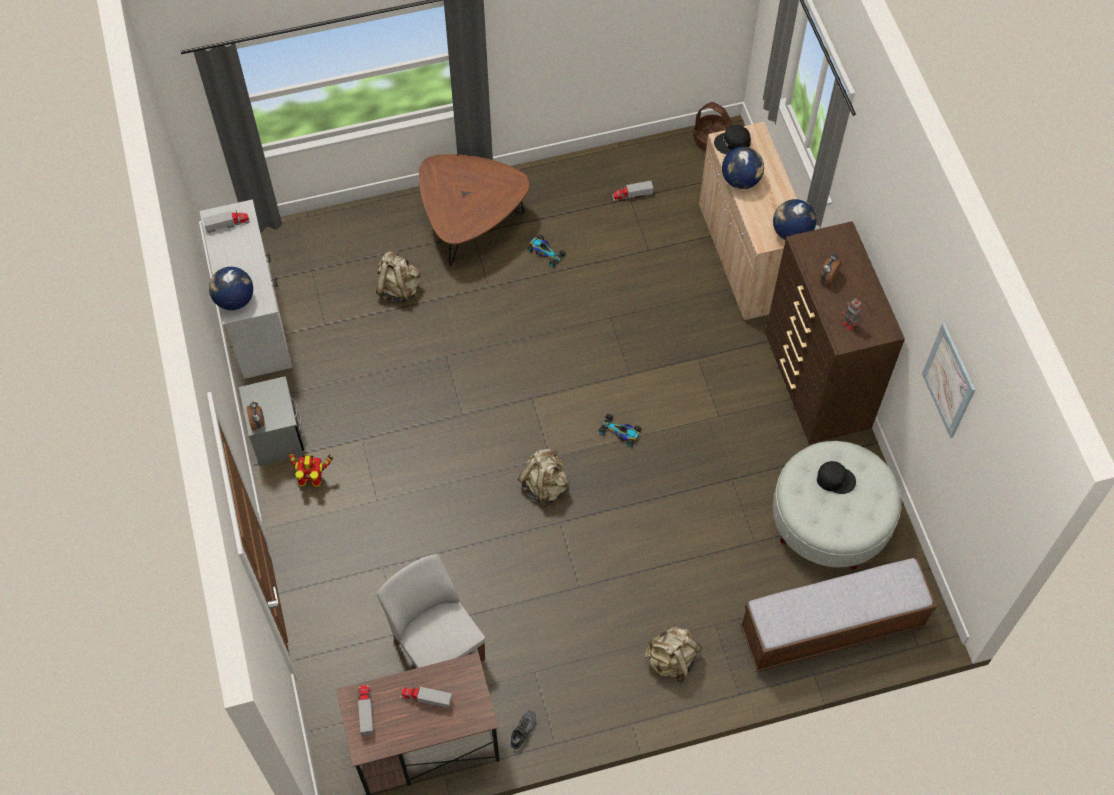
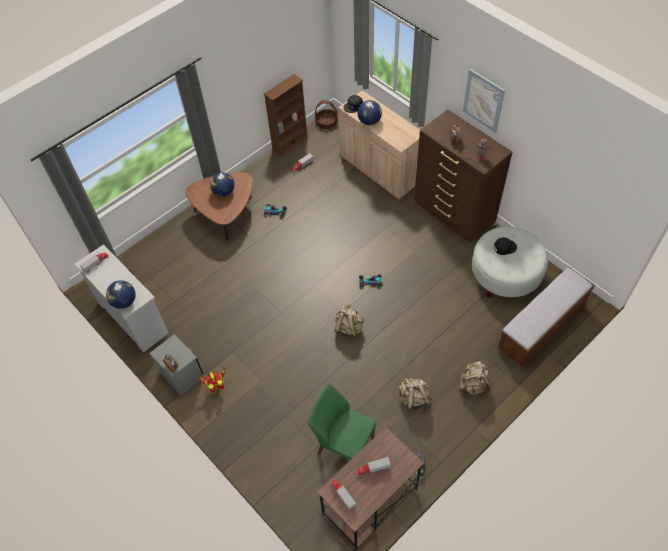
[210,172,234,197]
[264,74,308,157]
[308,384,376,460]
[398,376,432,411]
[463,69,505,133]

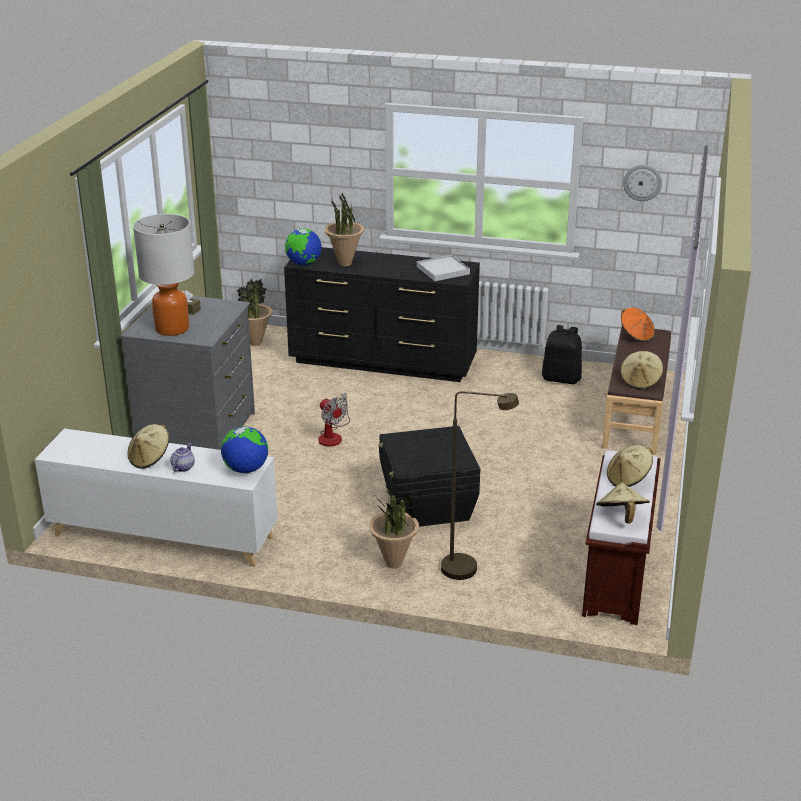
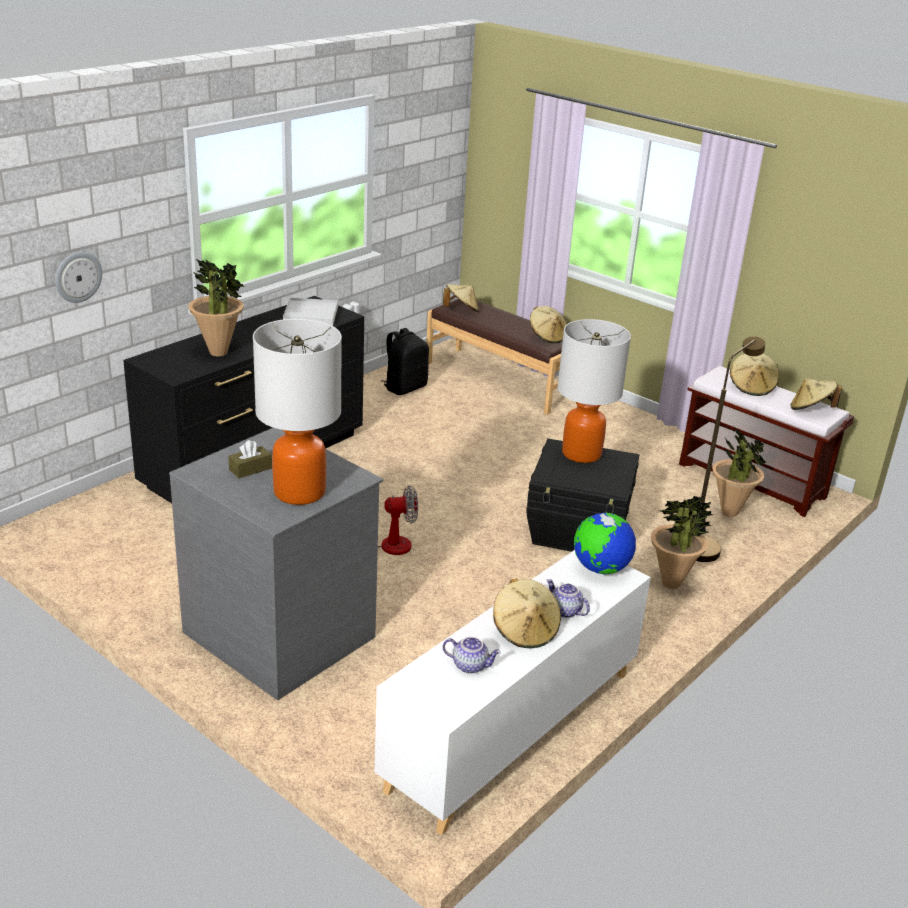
[55,252,102,303]
[443,284,479,312]
[443,637,501,674]
[557,319,631,463]
[712,427,766,517]
[285,228,321,265] (first image)

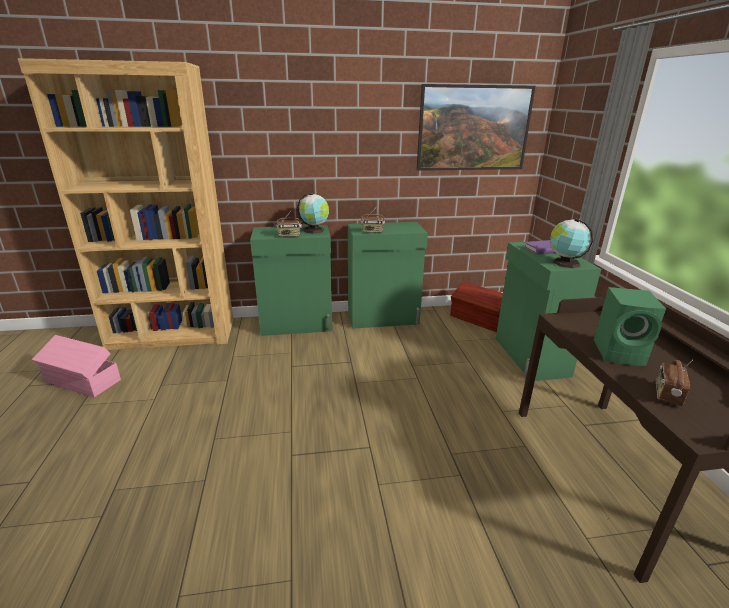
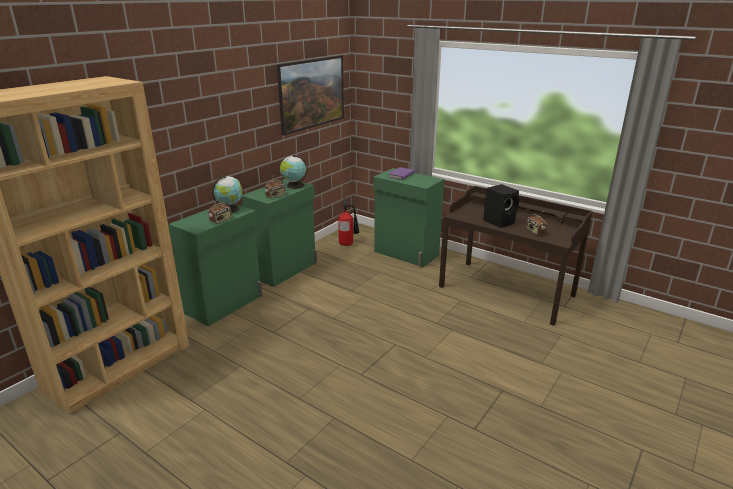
[280,155,308,189]
[338,198,360,246]
[483,184,519,228]
[32,335,121,397] (first image)

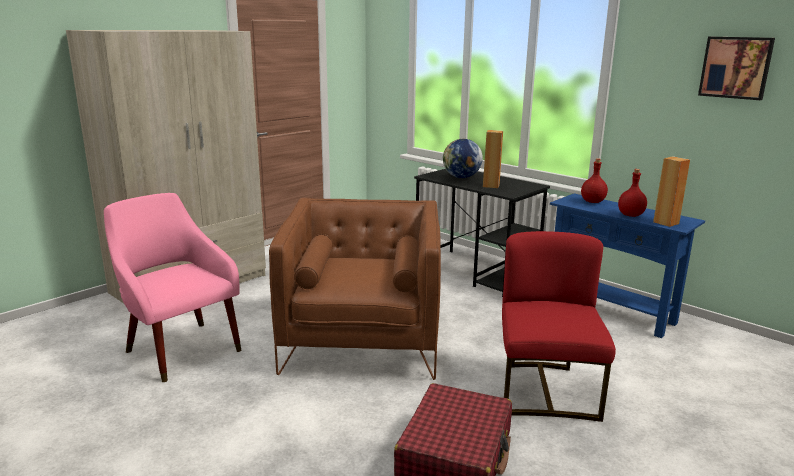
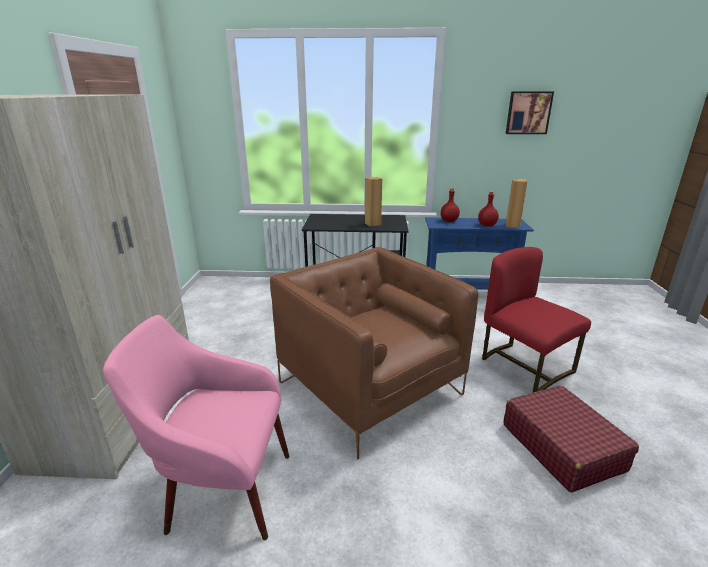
[443,139,483,178] (first image)

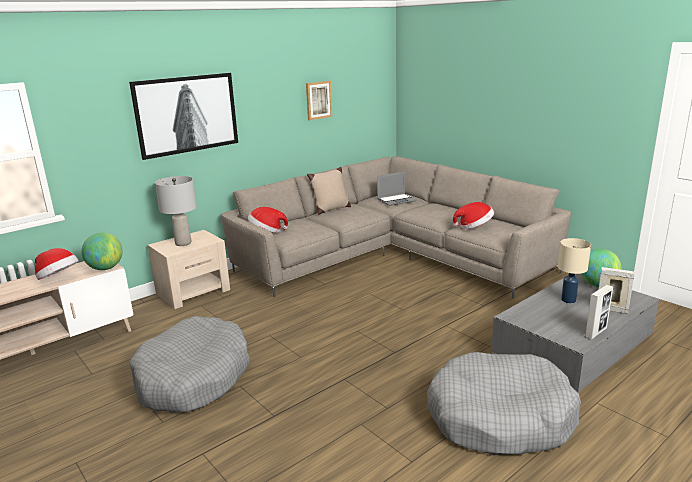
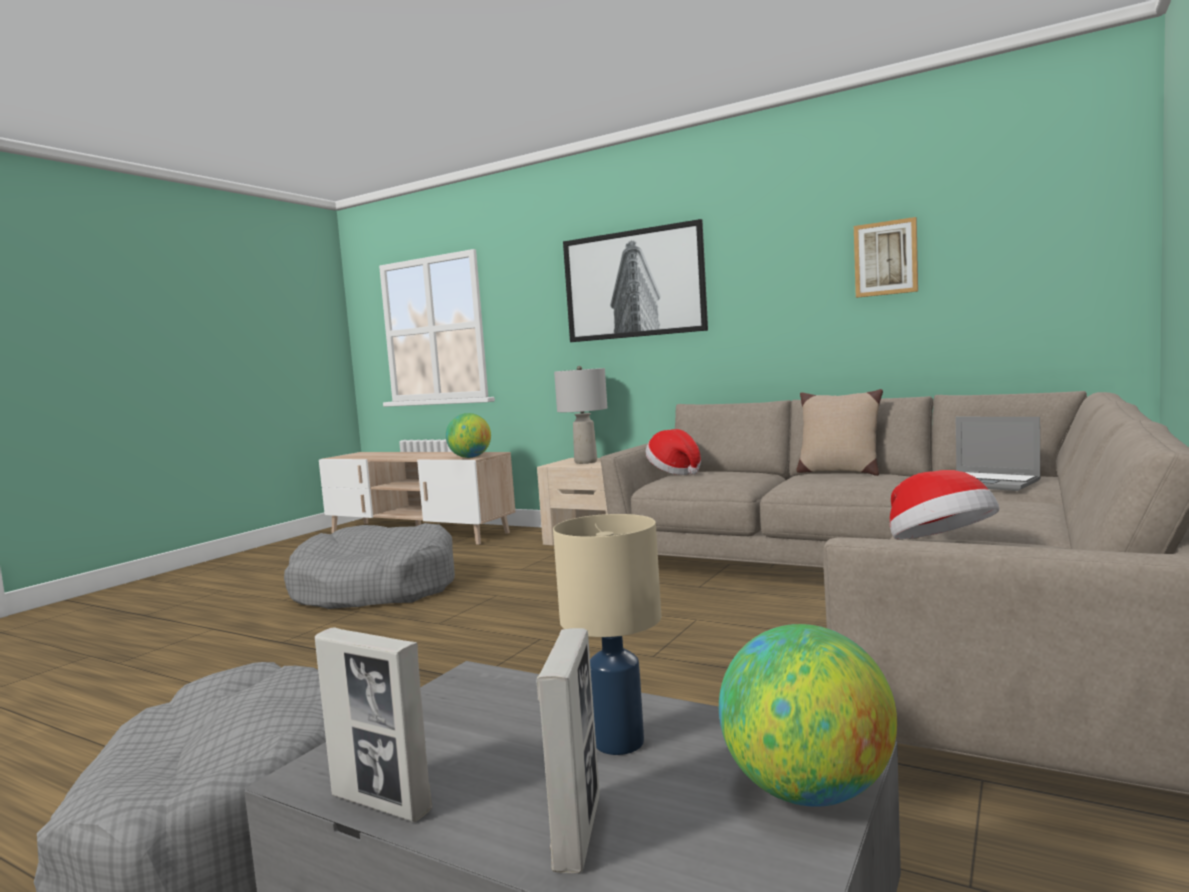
[35,248,79,280] (first image)

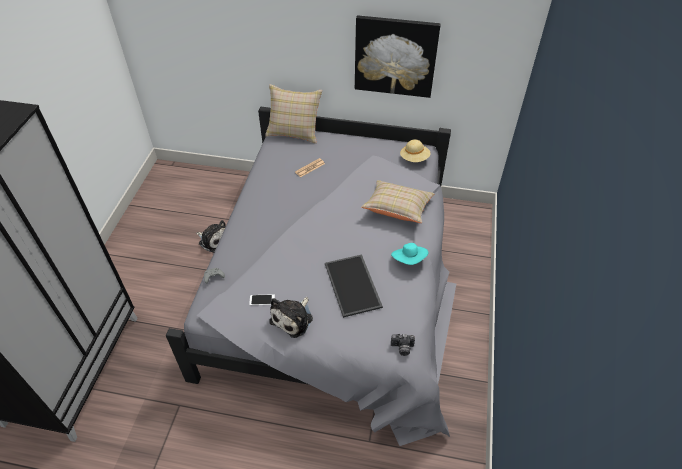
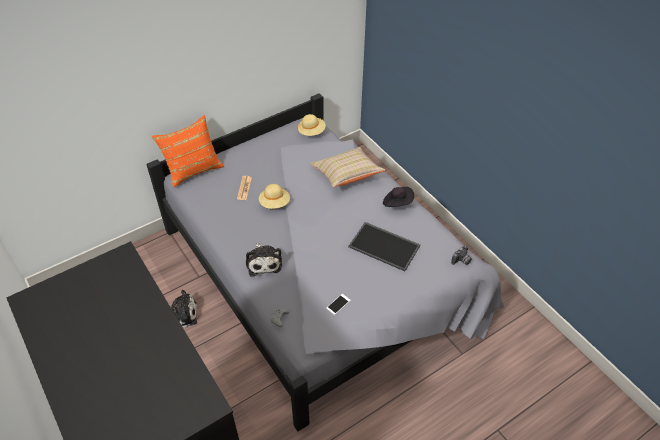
[152,115,224,187]
[246,243,282,277]
[259,184,290,209]
[383,187,414,207]
[355,15,441,98] (first image)

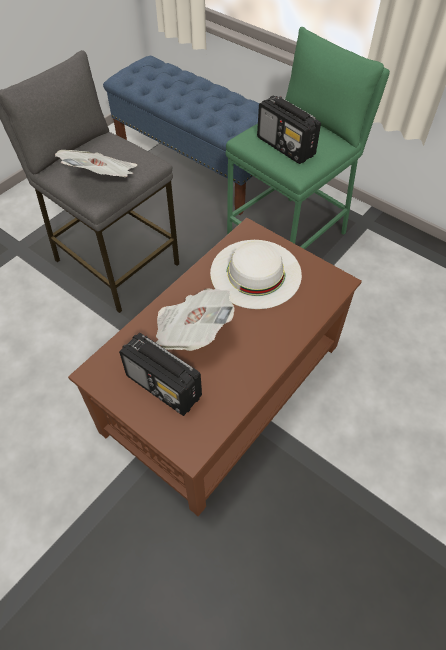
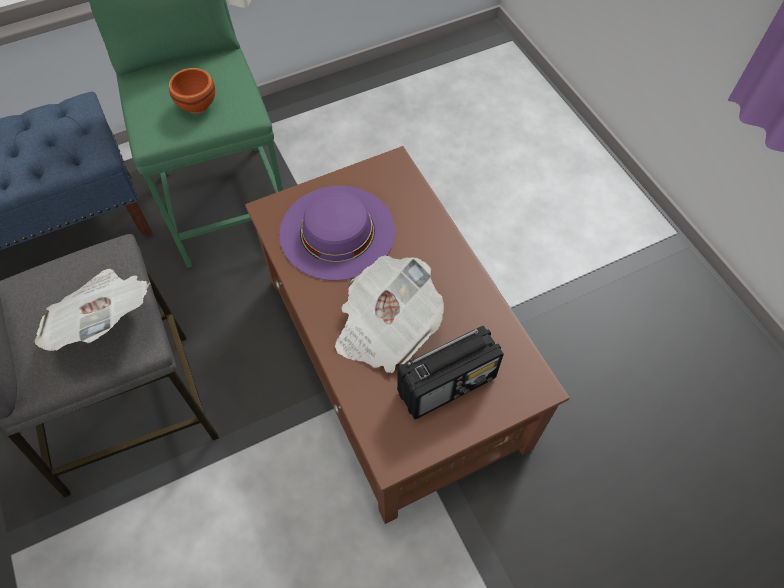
[169,68,215,114]
[279,186,395,281]

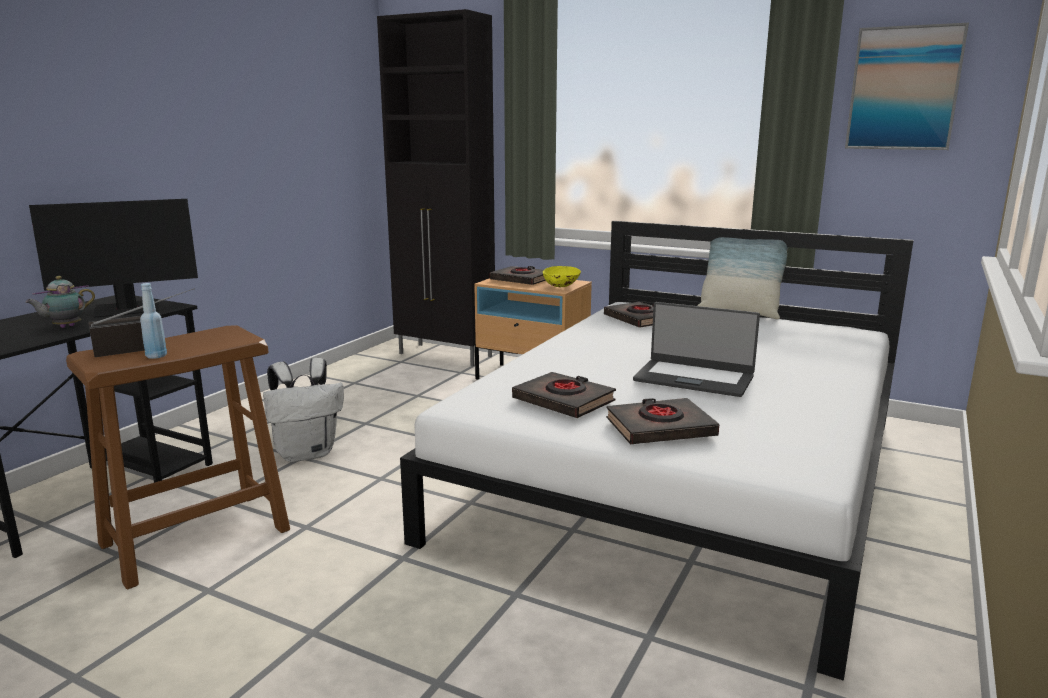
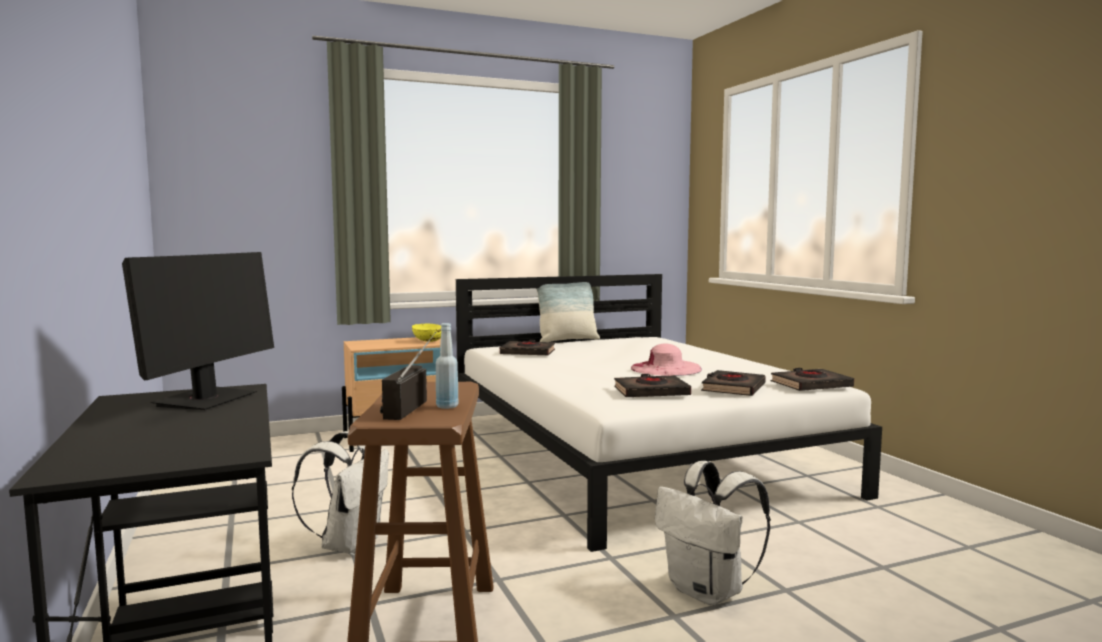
[631,343,702,376]
[655,461,771,606]
[770,368,854,391]
[25,276,95,328] (first image)
[377,9,495,366] (first image)
[845,23,969,150] (first image)

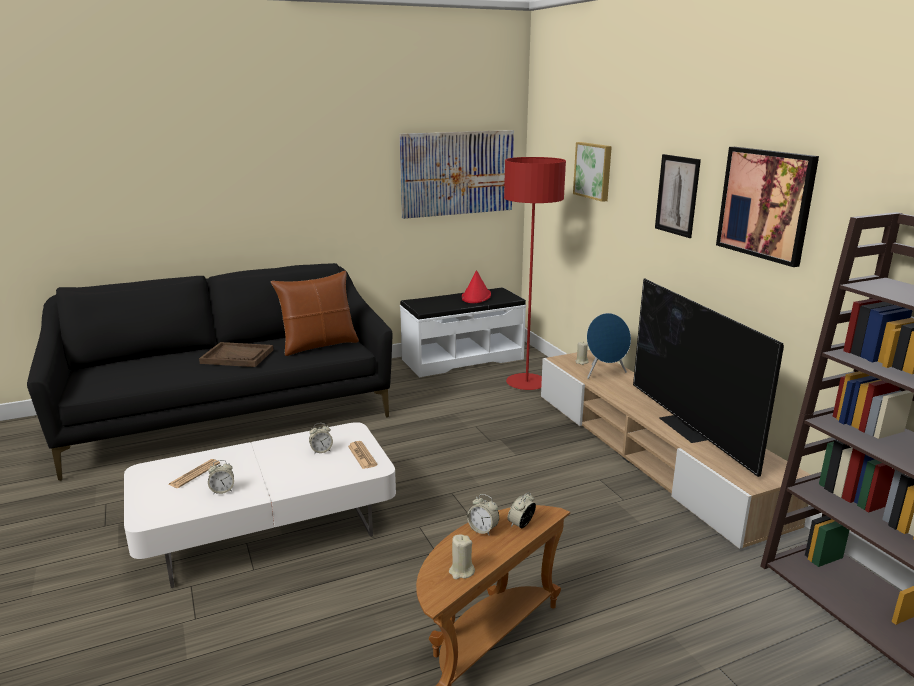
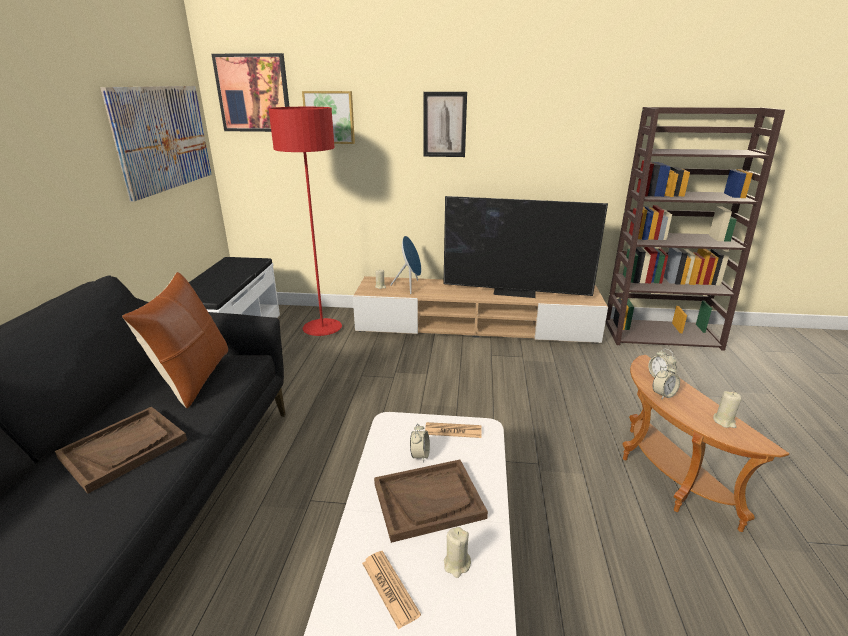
[211,53,289,132]
[374,460,488,543]
[444,527,471,578]
[462,270,491,303] (first image)

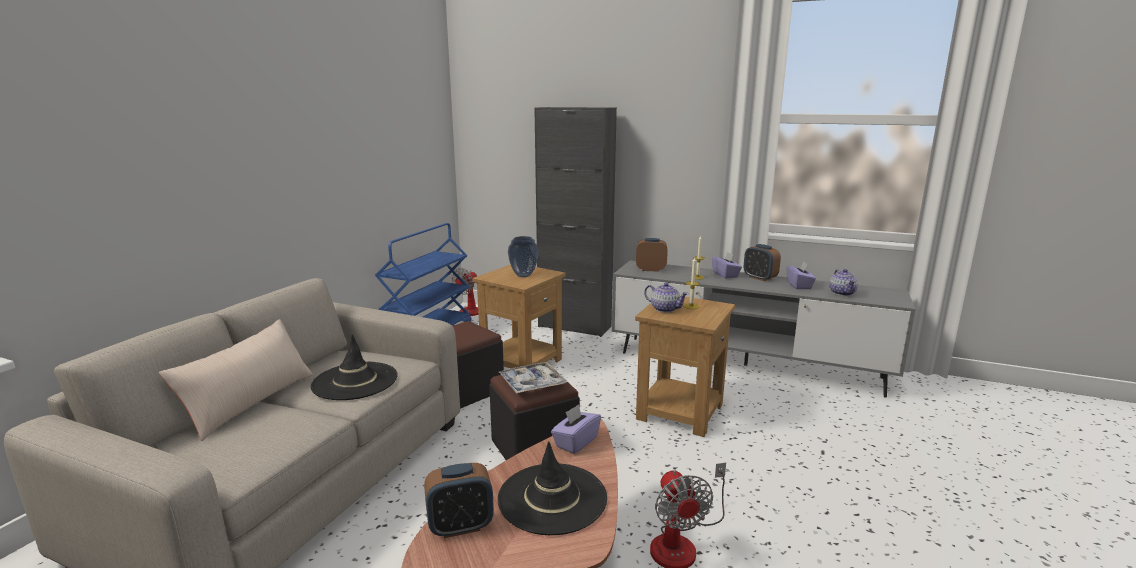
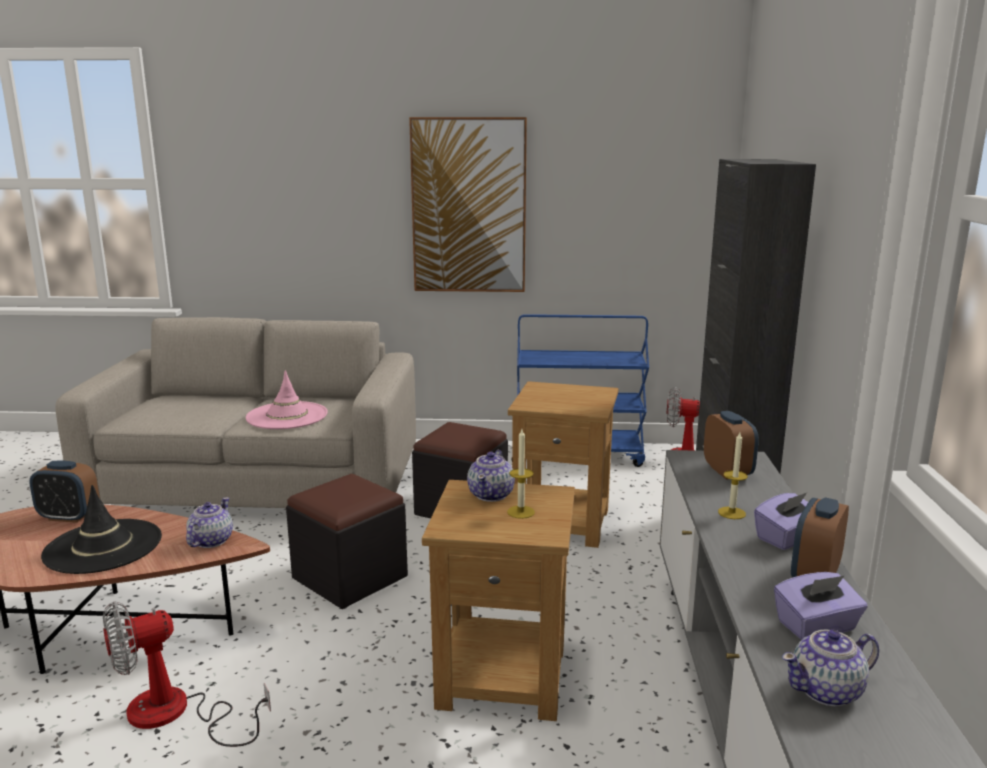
[29,461,99,523]
[186,497,233,548]
[246,370,328,429]
[409,117,527,292]
[159,319,313,441] (first image)
[499,362,567,394] (first image)
[508,236,539,277] (first image)

